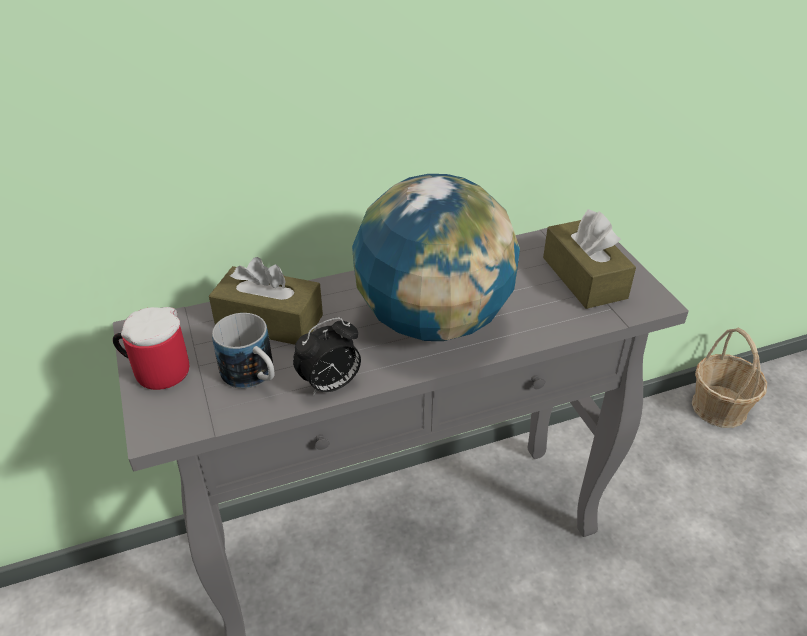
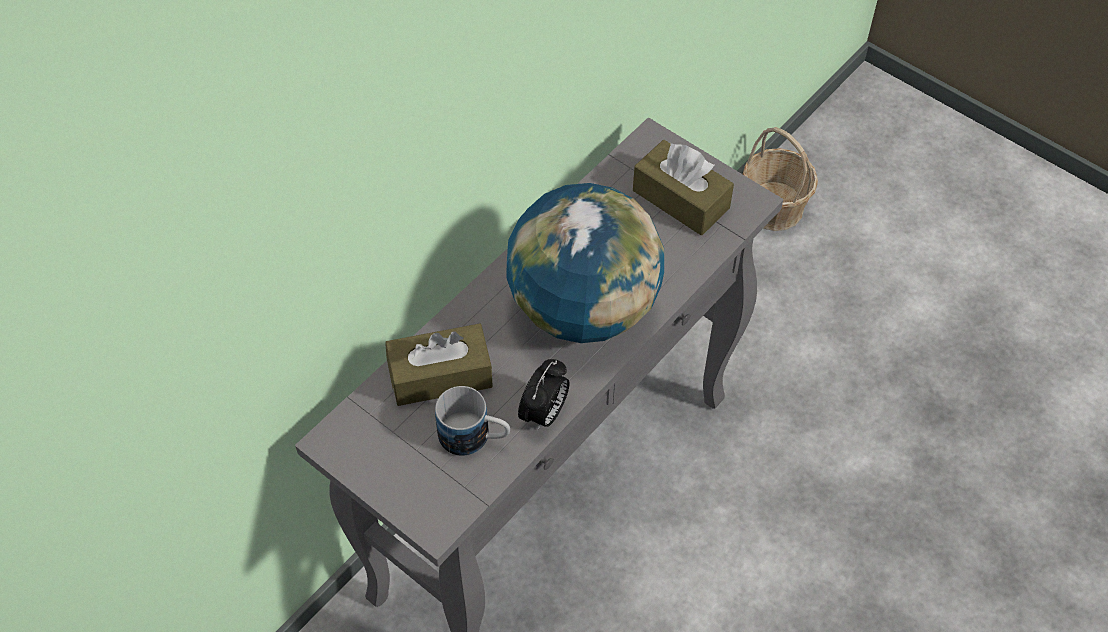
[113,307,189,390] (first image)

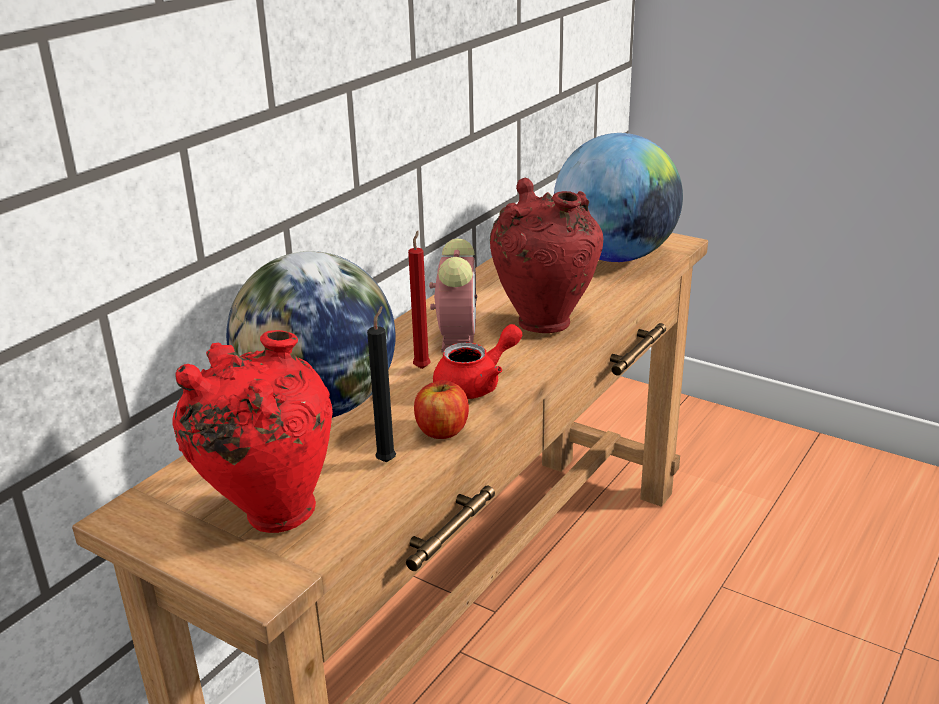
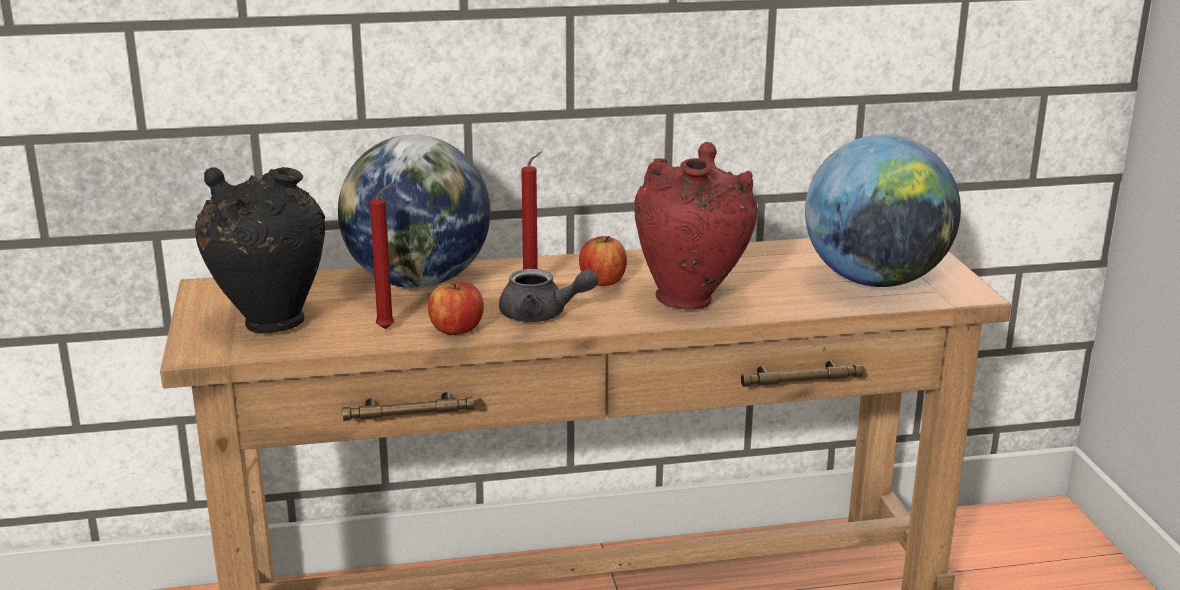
[195,167,325,333]
[370,184,394,329]
[499,269,598,322]
[579,236,627,286]

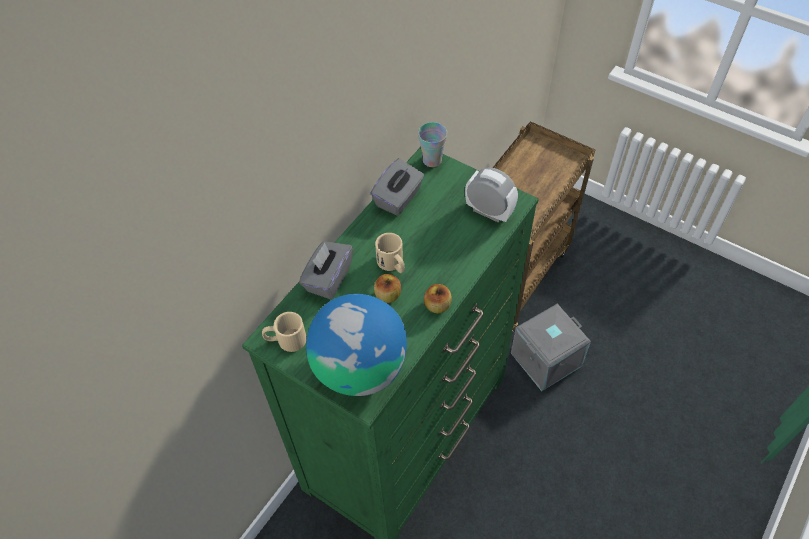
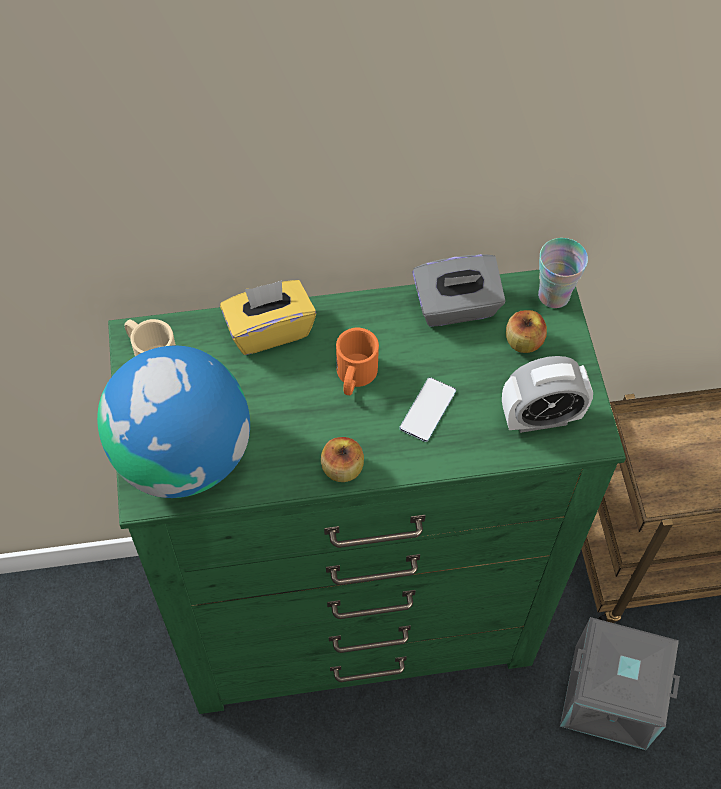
[220,280,316,355]
[336,328,379,395]
[399,377,456,442]
[502,356,593,433]
[506,310,547,353]

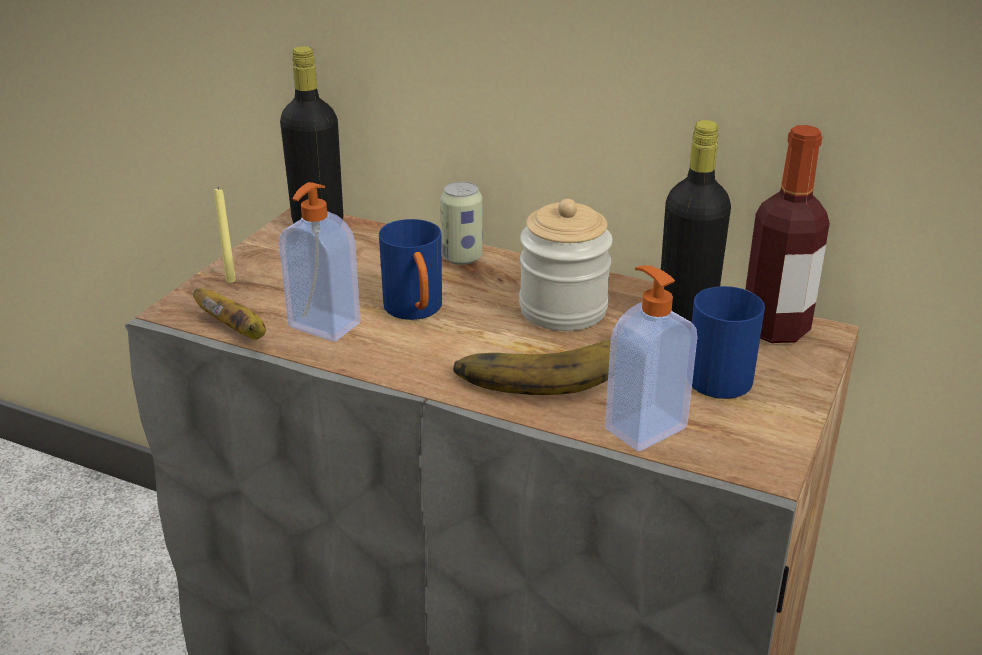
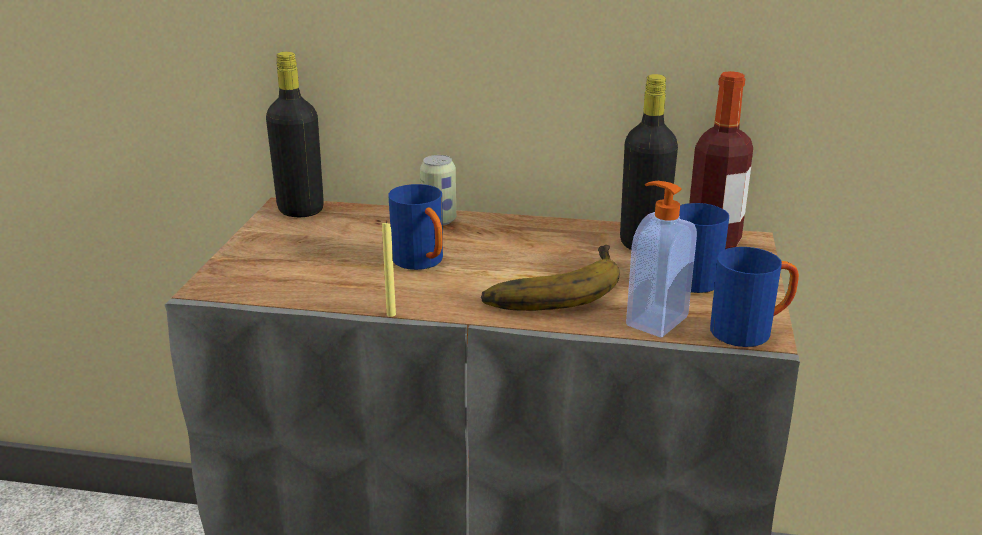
[382,221,396,317]
[710,247,799,347]
[193,288,266,340] (first image)
[279,182,361,342] (first image)
[519,199,613,331] (first image)

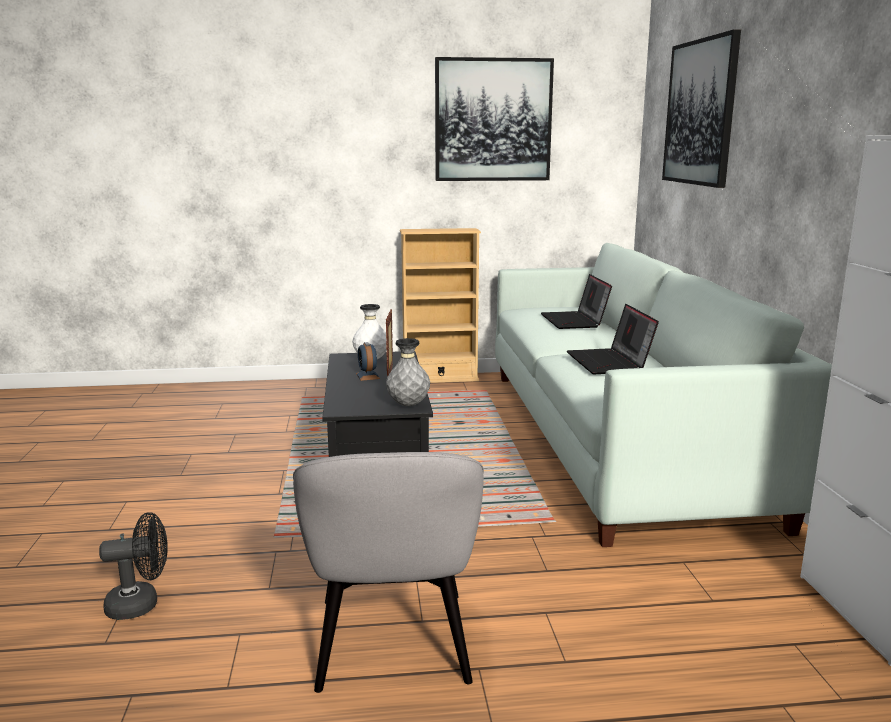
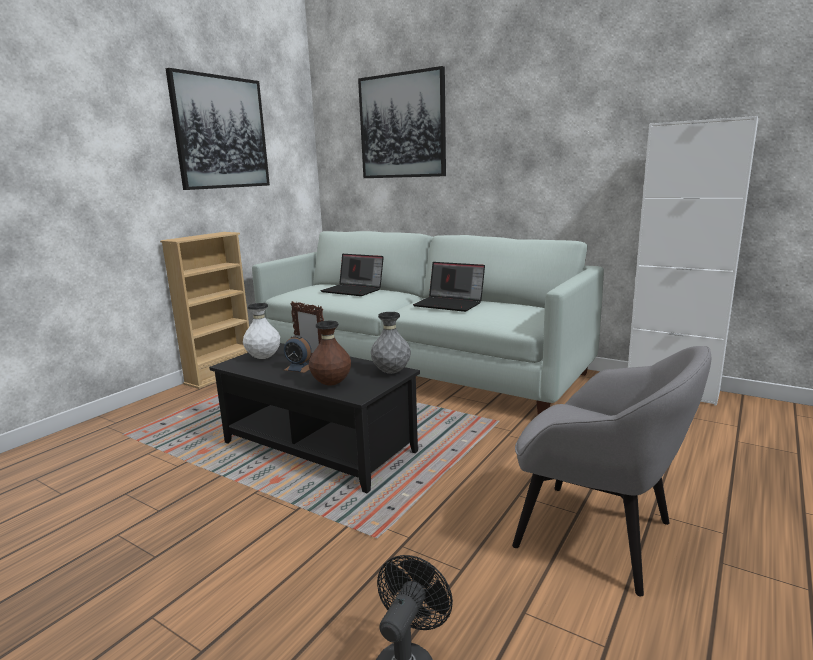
[309,321,351,386]

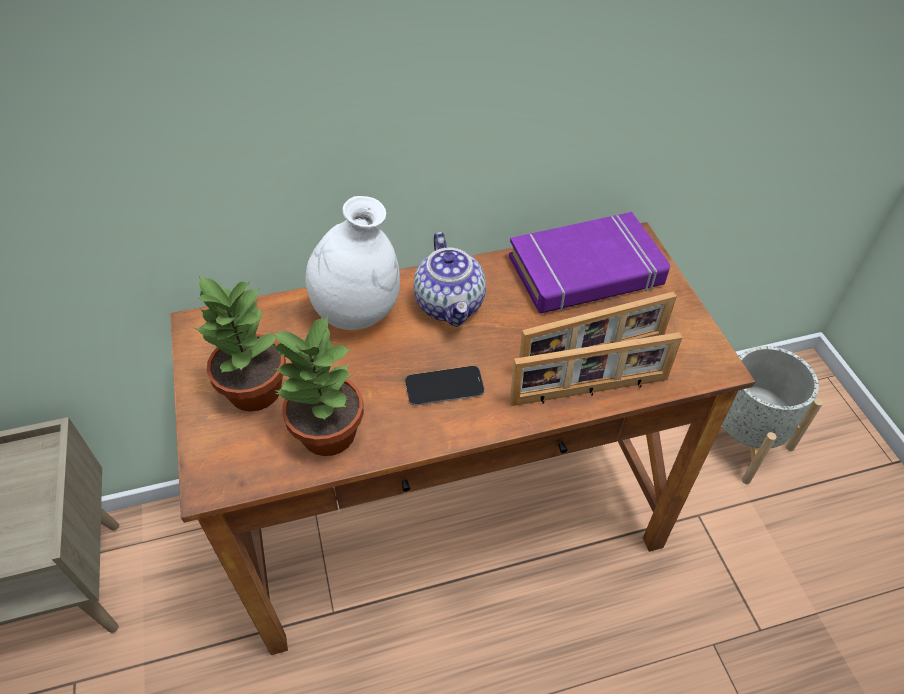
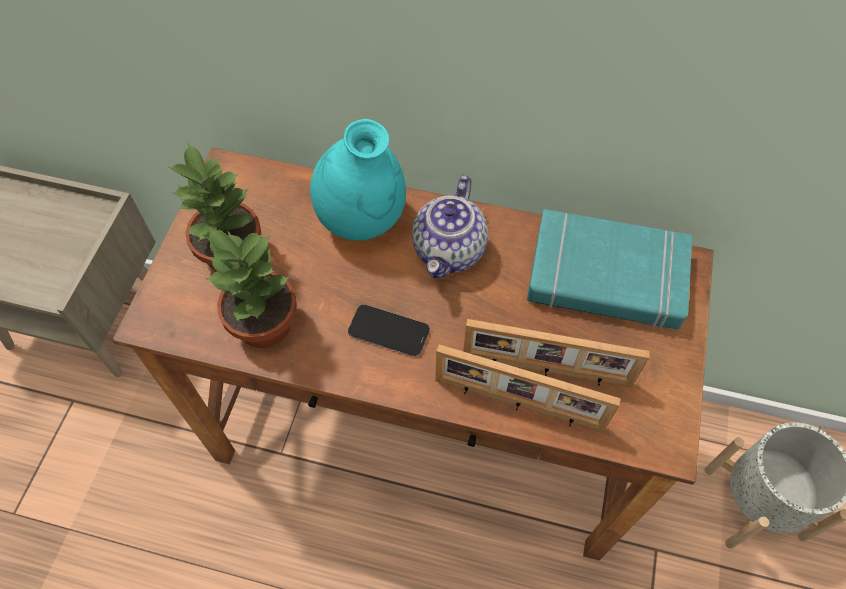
[310,119,406,241]
[527,209,692,330]

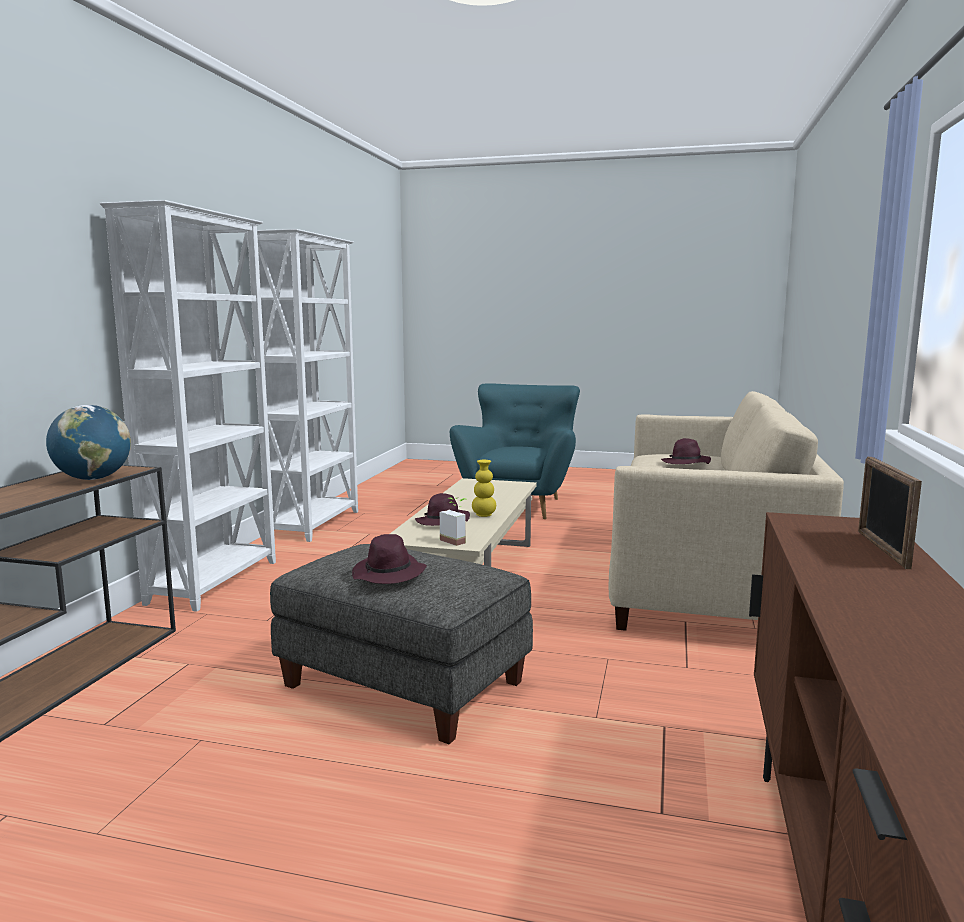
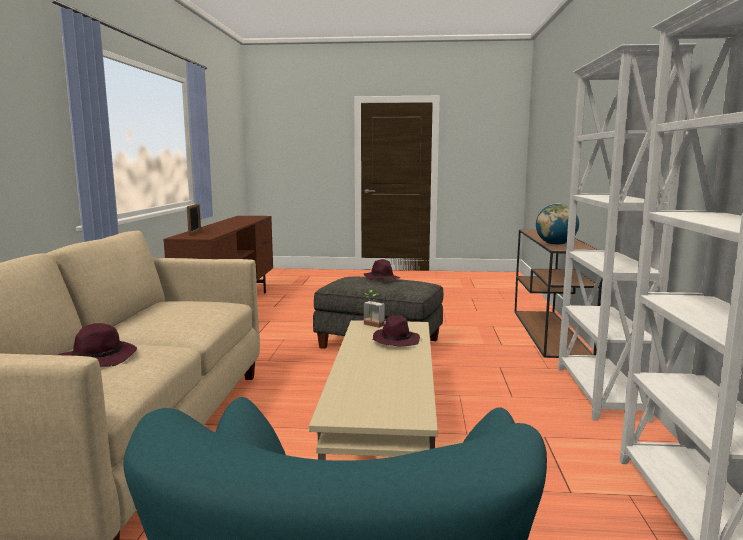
[472,460,496,517] (first image)

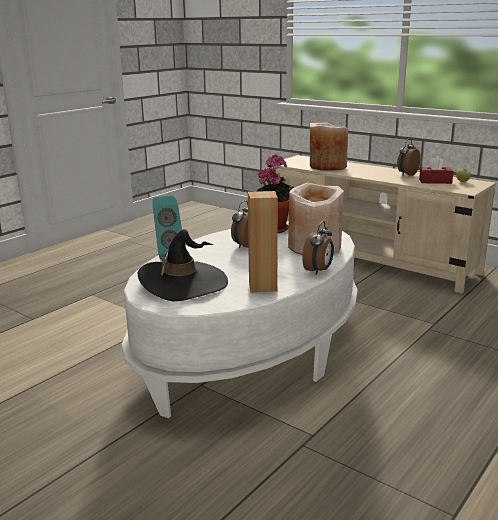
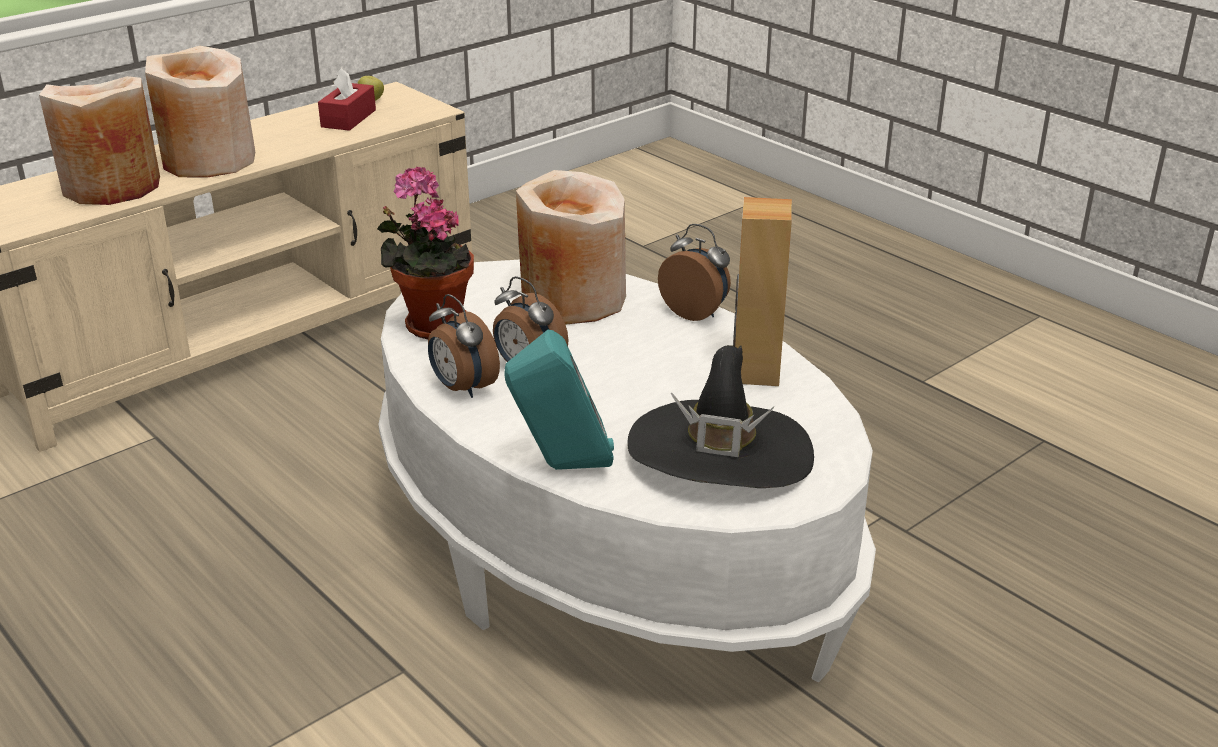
[145,46,255,178]
[428,294,500,398]

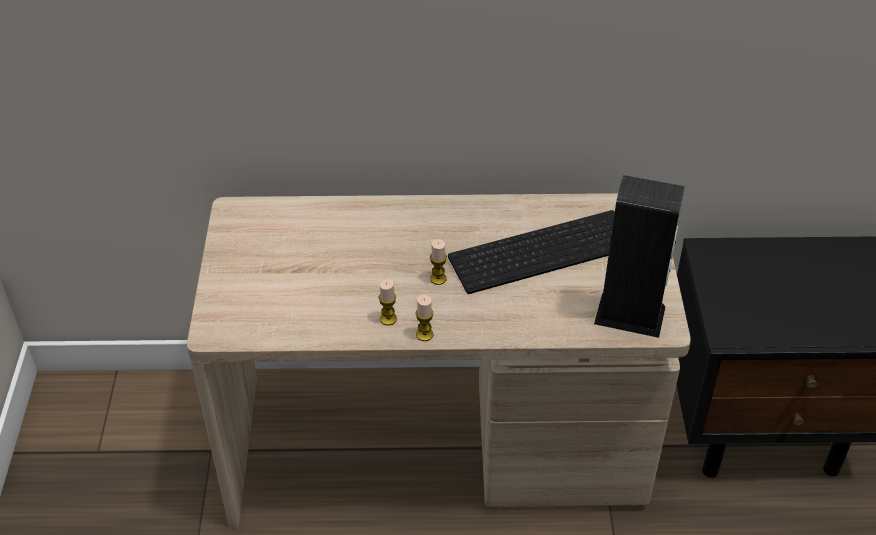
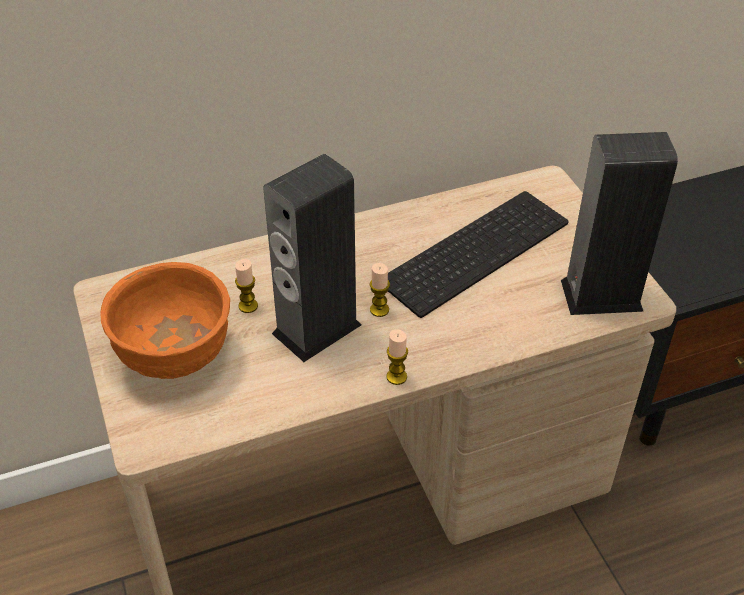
[100,262,230,379]
[235,259,258,313]
[263,154,362,362]

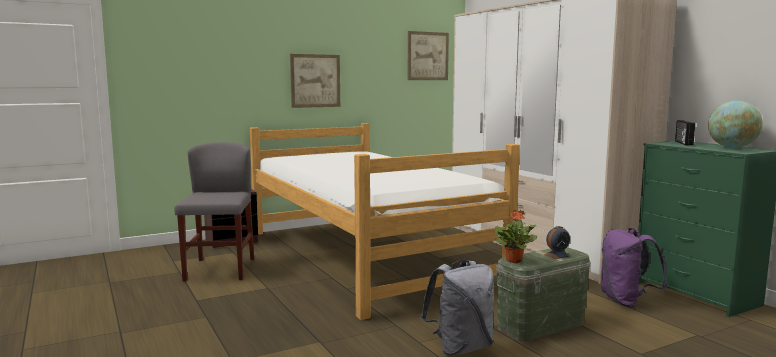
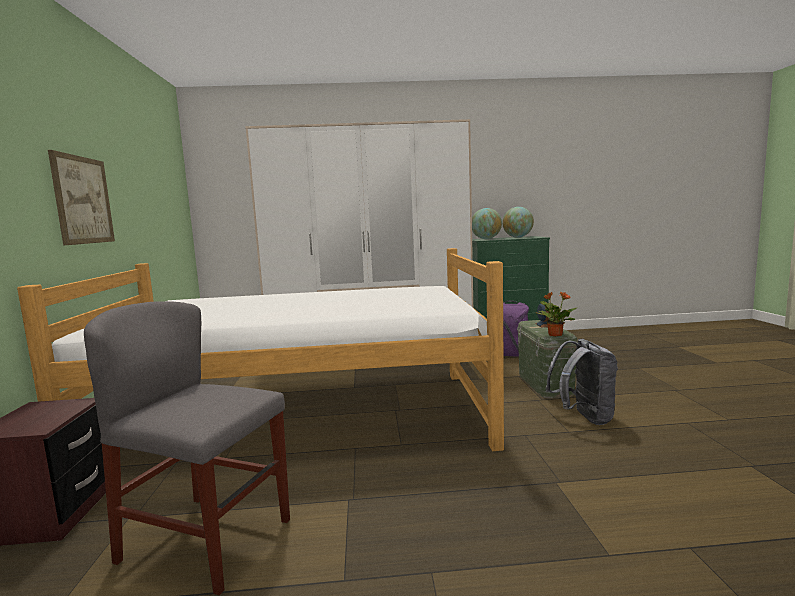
[472,208,502,239]
[408,31,449,80] (first image)

